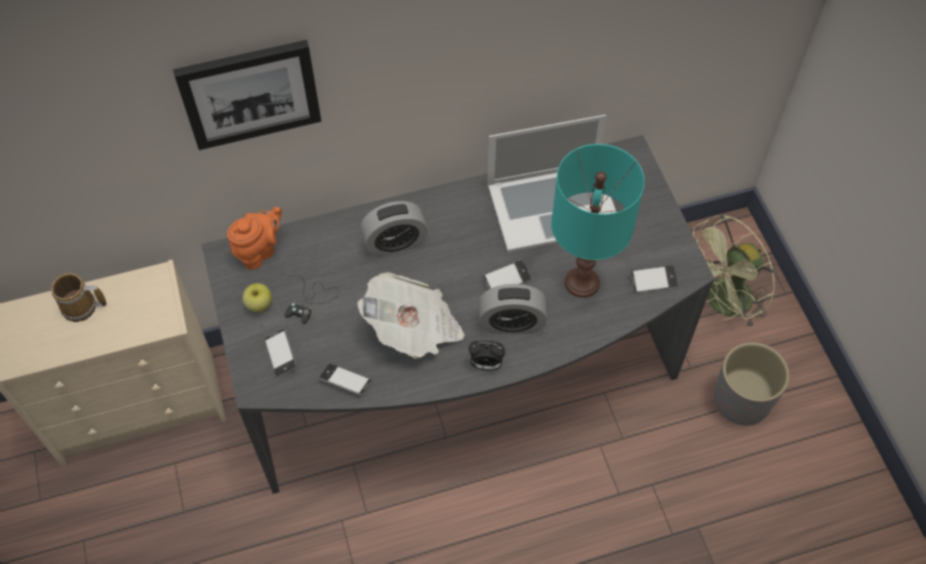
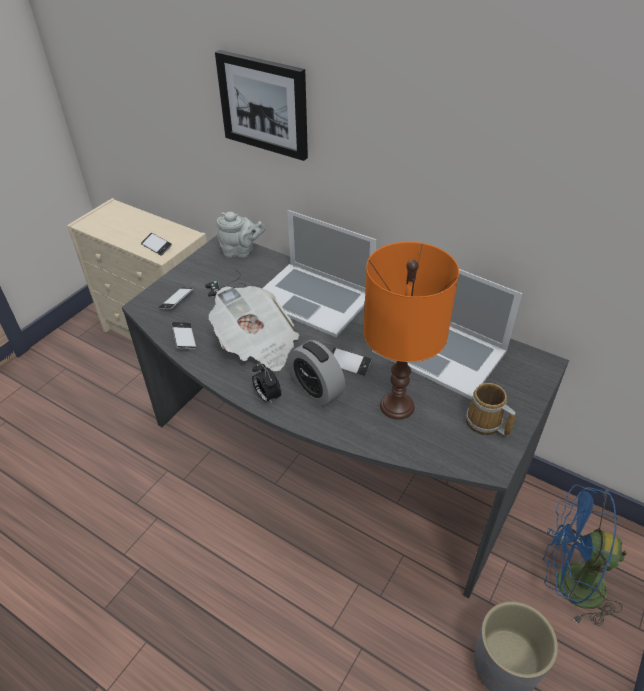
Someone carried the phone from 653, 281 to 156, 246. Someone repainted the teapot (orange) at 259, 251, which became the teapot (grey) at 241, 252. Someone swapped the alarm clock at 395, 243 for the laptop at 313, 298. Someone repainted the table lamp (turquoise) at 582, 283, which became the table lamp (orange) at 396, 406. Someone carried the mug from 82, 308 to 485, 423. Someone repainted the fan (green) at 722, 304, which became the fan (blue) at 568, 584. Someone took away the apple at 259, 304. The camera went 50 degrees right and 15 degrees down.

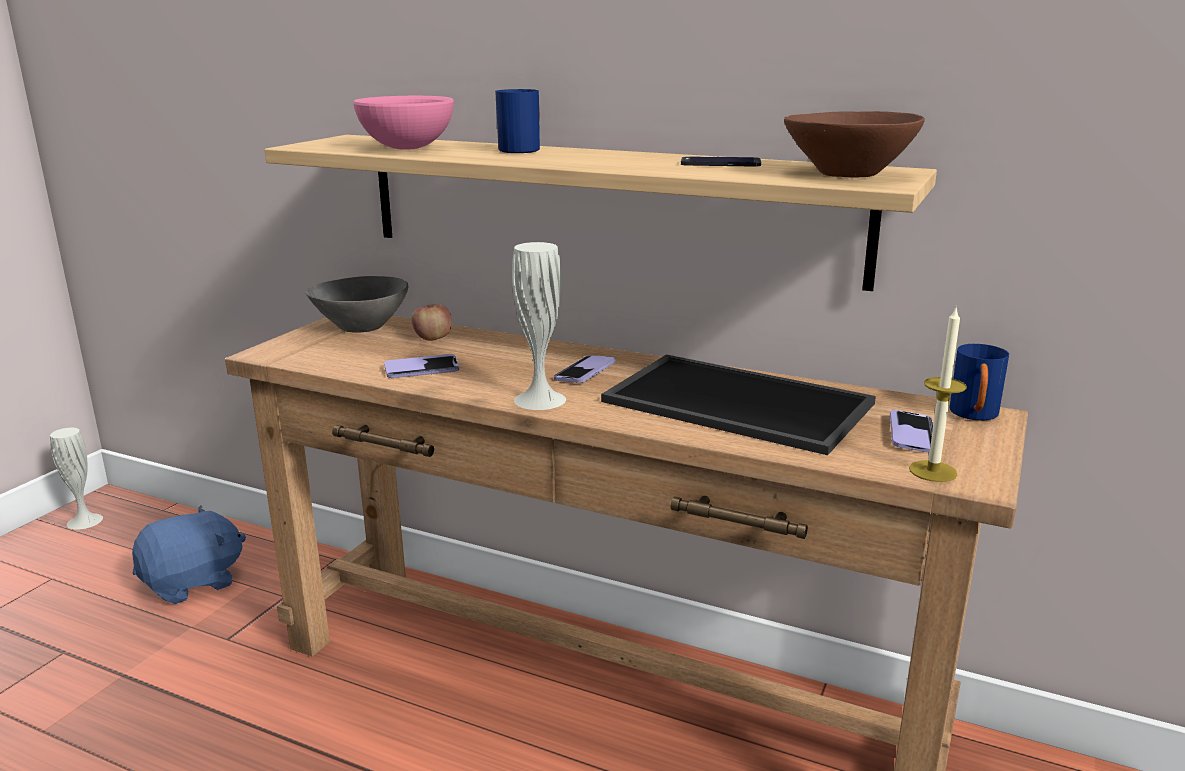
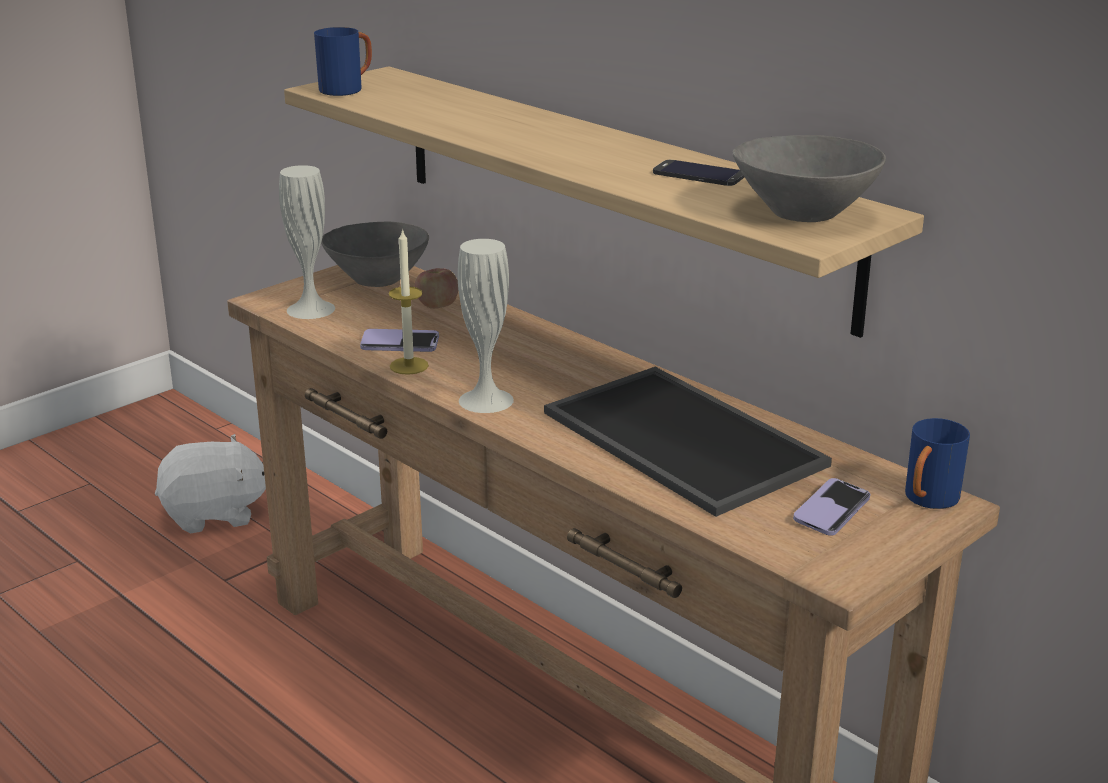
Someone repainted the plush toy (blue) at 193, 582, which became the plush toy (white) at 214, 514. Someone carried the vase (white) from 84, 521 to 311, 309. Someone carried the mug (blue) from 523, 149 to 347, 89. Someone carried the candle from 933, 471 to 409, 366. Someone repainted the bowl (brown) at 847, 174, which became the bowl (grey) at 803, 213. Someone took away the bowl (pink) at 407, 148. Someone took away the phone at 585, 371. The camera went 20 degrees right and 5 degrees up.

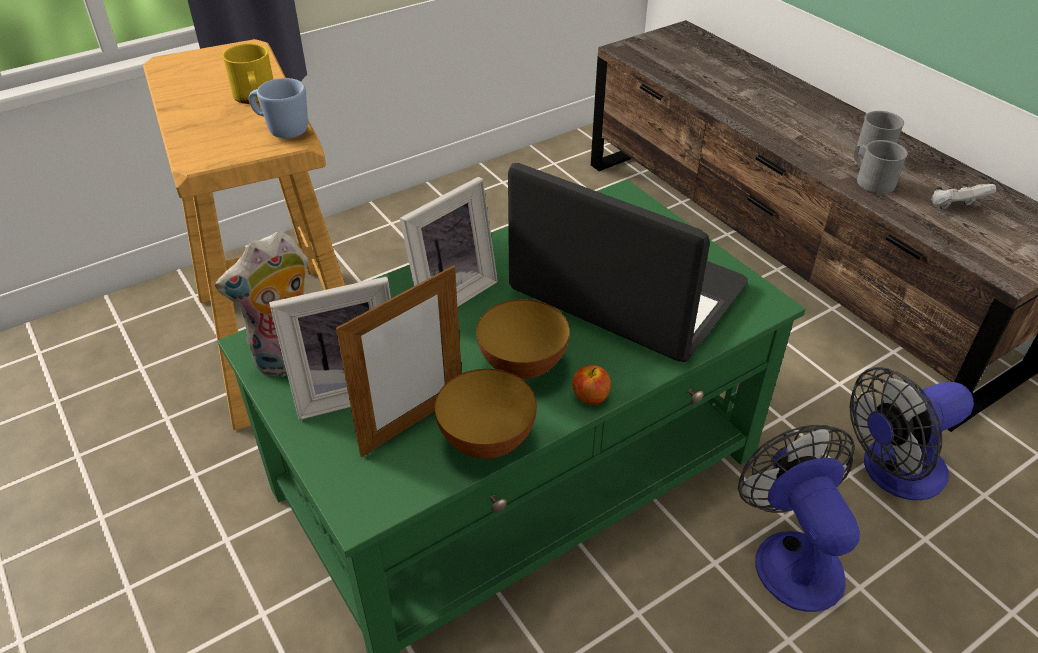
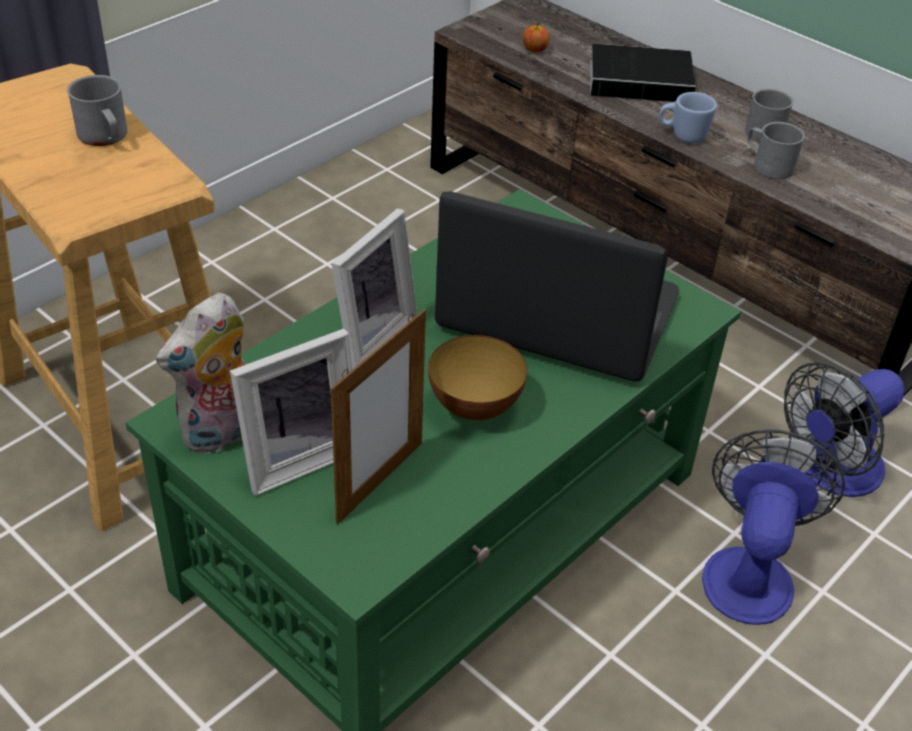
Someone repainted the mug (yellow) at 255, 97, which became the mug (grey) at 105, 137. Someone carried the apple from 590, 397 to 534, 49. Someone put down the book at 643, 81. Someone carried the mug (blue) from 282, 129 to 682, 136. Someone rotated the fan at 791, 555 by 45 degrees clockwise. Someone took away the bowl at 487, 442. Someone took away the game controller (white) at 955, 207. The camera went 15 degrees left and 0 degrees up.

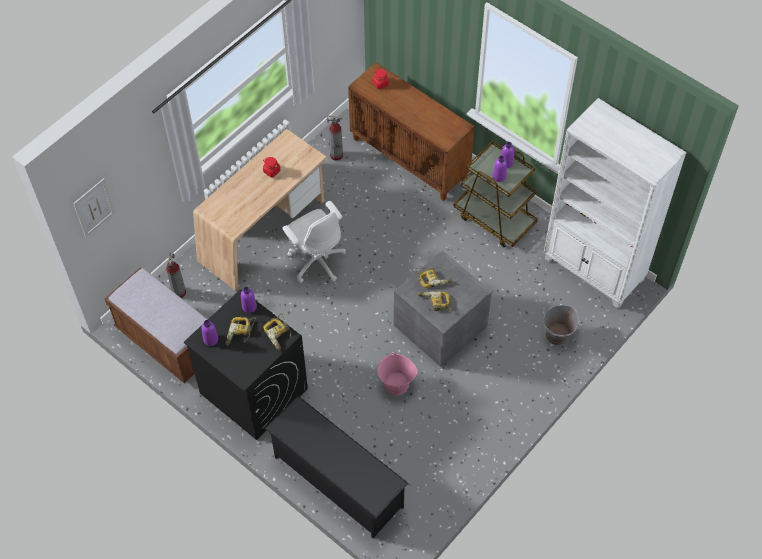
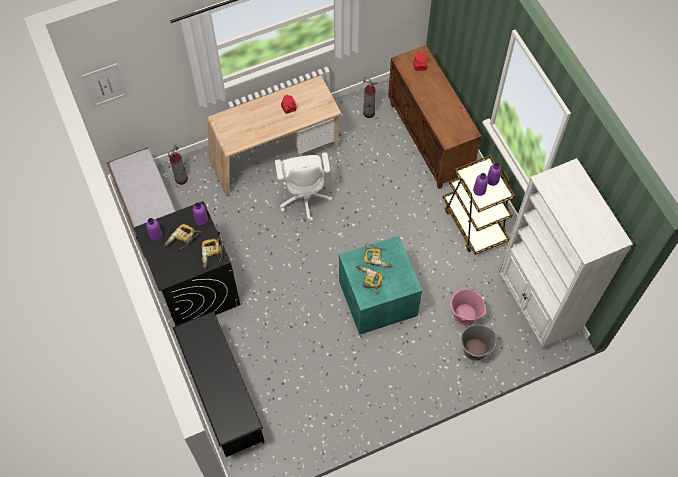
Someone repainted the storage box (grey) at 440, 327, which became the storage box (turquoise) at 377, 299. Someone carried the bucket (pink) from 396, 384 to 464, 315. The camera went 25 degrees right and 5 degrees up.

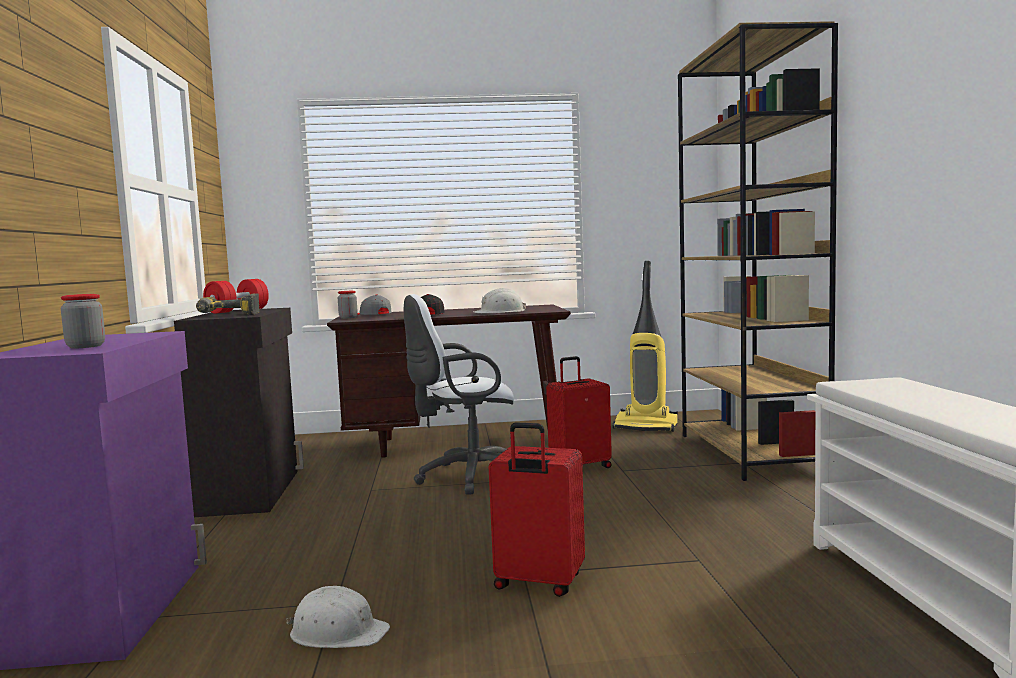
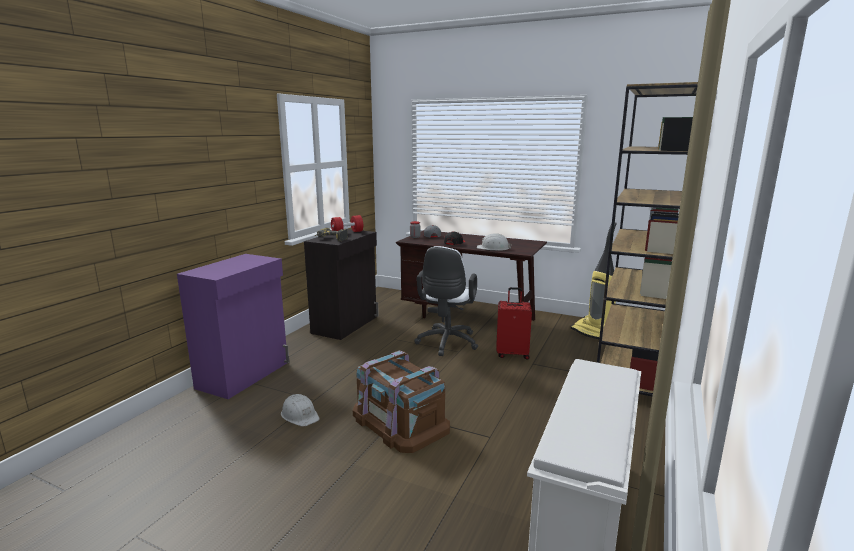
Someone swapped the suitcase (red) at 538, 583 for the storage box (brown) at 399, 421. Someone rotated the office chair (white) at 467, 477 by 90 degrees counterclockwise. Someone took away the jar at 85, 346. The camera went 30 degrees right and 10 degrees up.

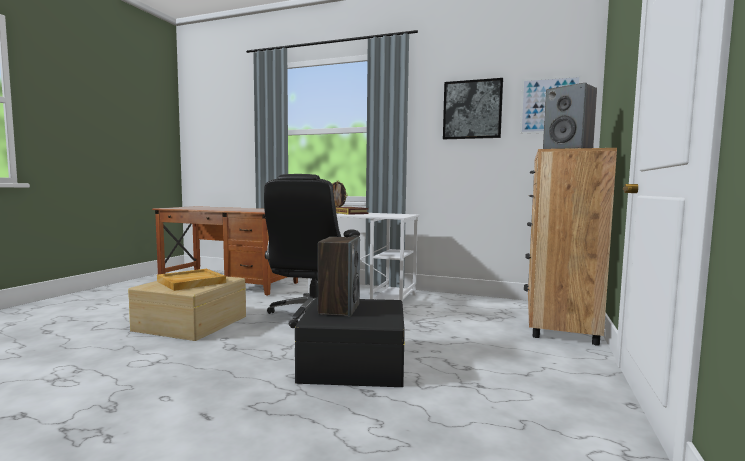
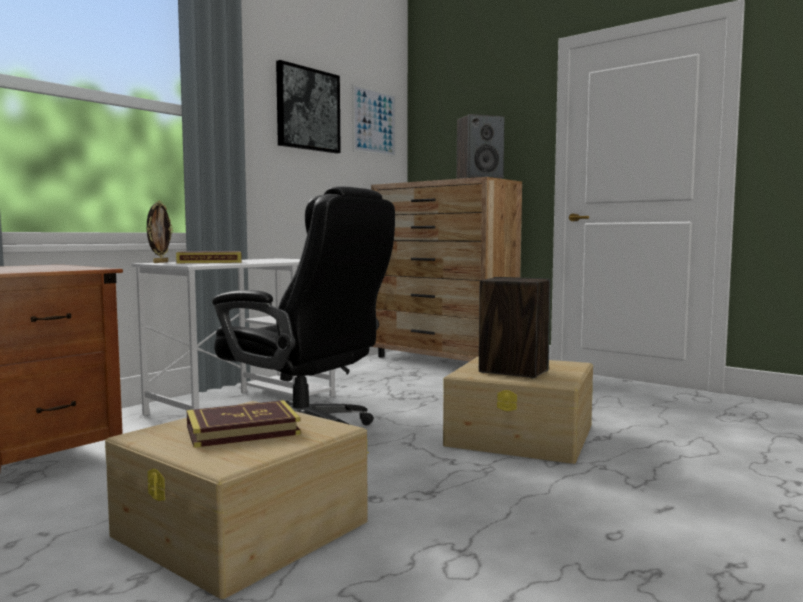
Someone swapped the tray (beige) at 191, 282 for the book at 242, 430. Someone repainted the storage box (black) at 353, 363, which became the storage box (beige) at 521, 435. The camera went 70 degrees left and 0 degrees up.

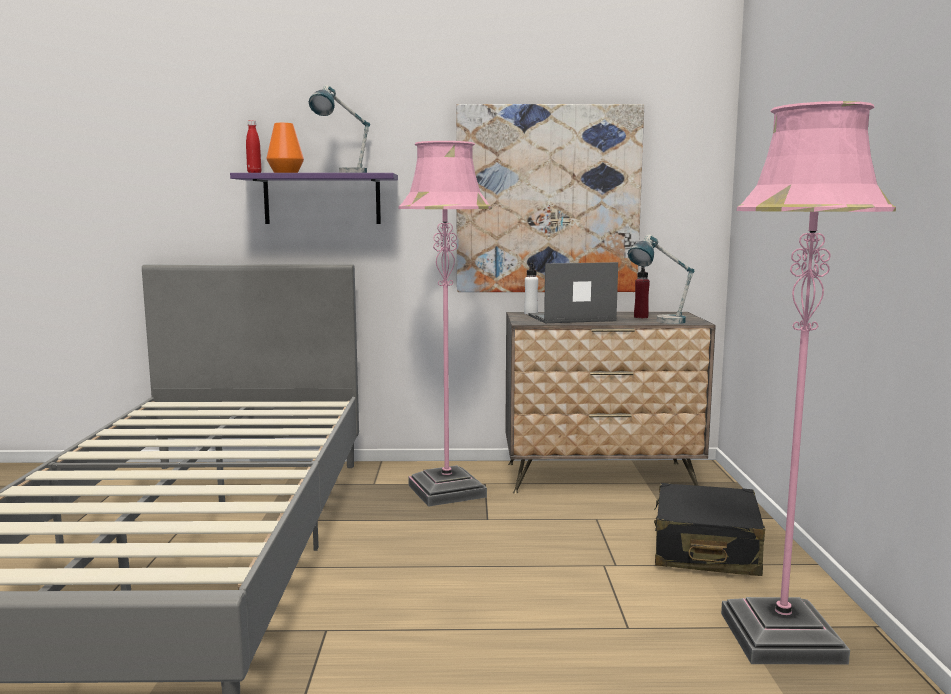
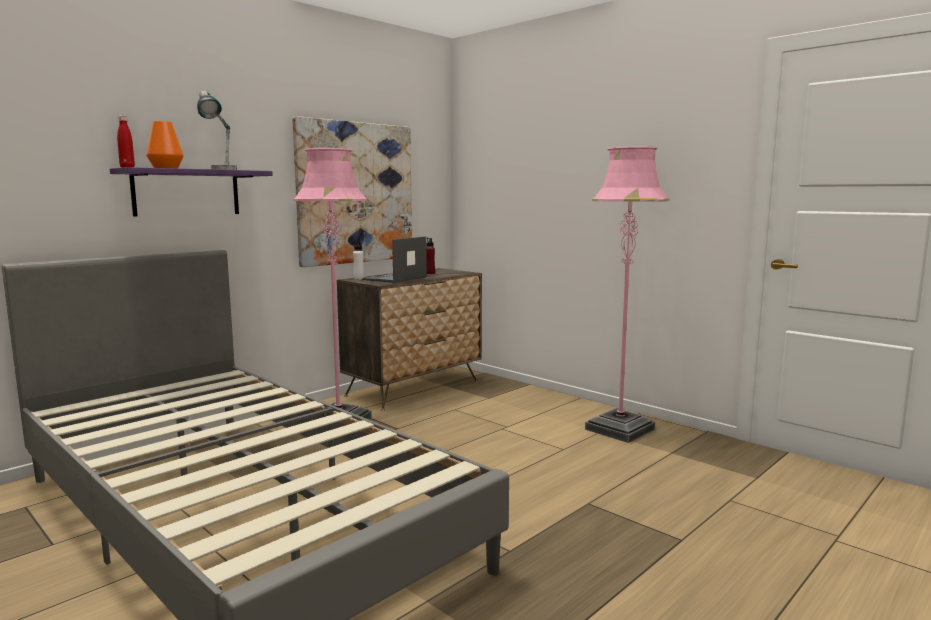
Someone took away the table lamp at 659, 322. Someone took away the suitcase (black) at 705, 549. The camera went 45 degrees left and 0 degrees up.

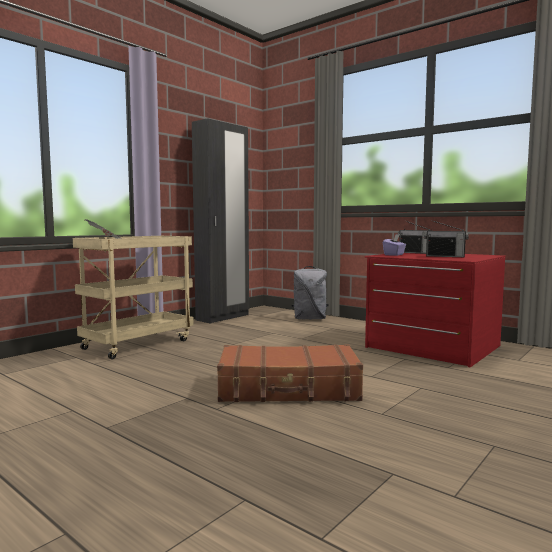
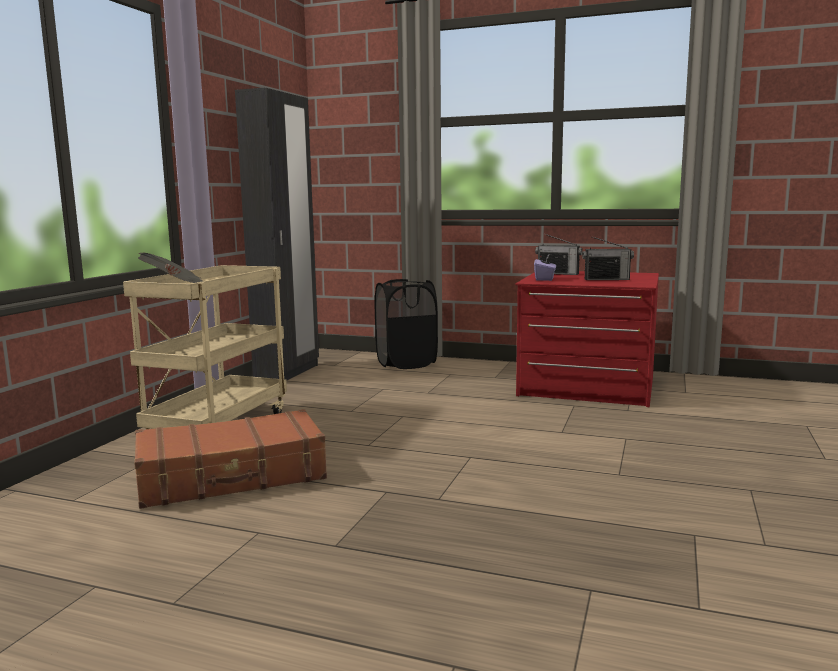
Someone carried the suitcase (brown) from 289, 389 to 232, 477. Someone swapped the backpack (grey) at 310, 319 for the laundry basket (black) at 406, 363. The camera went 20 degrees left and 5 degrees up.

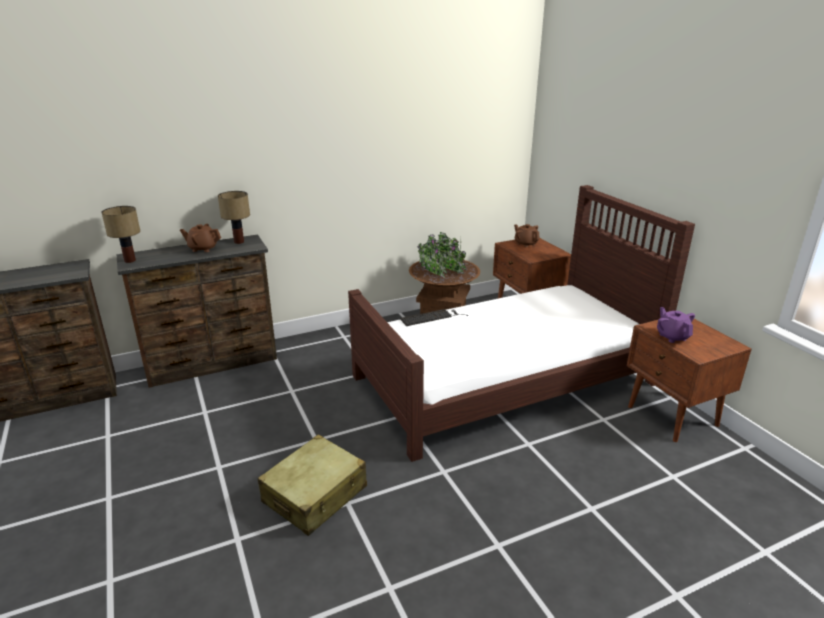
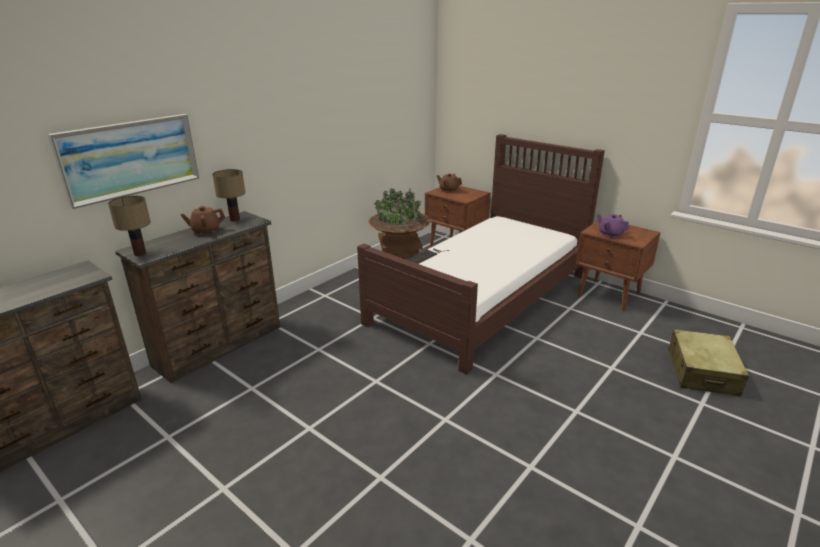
Someone put up the picture at 130, 158. Someone carried the suitcase (beige) from 315, 495 to 702, 372. The camera went 25 degrees left and 0 degrees up.

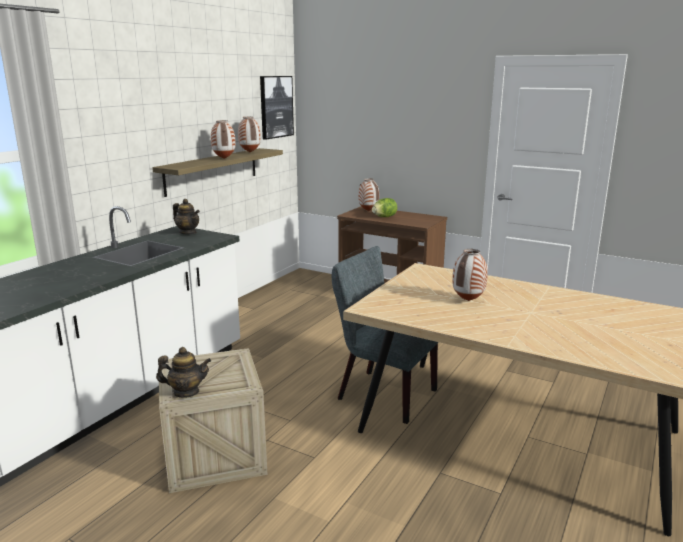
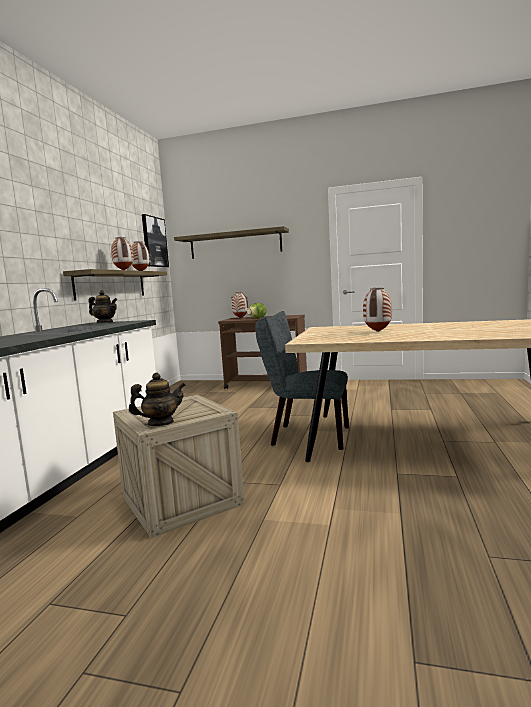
Someone put up the shelf at 235, 244. The camera went 15 degrees left and 10 degrees down.

